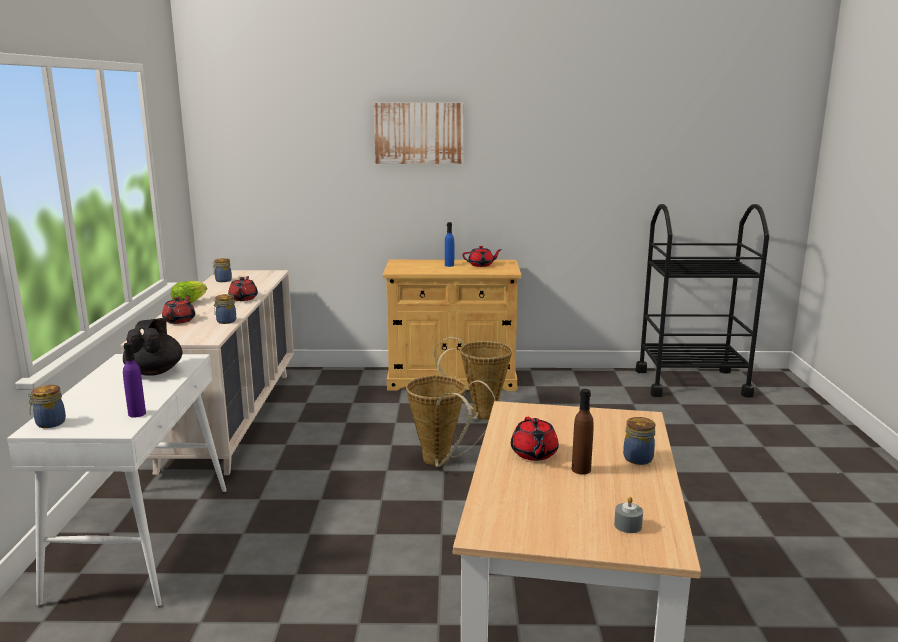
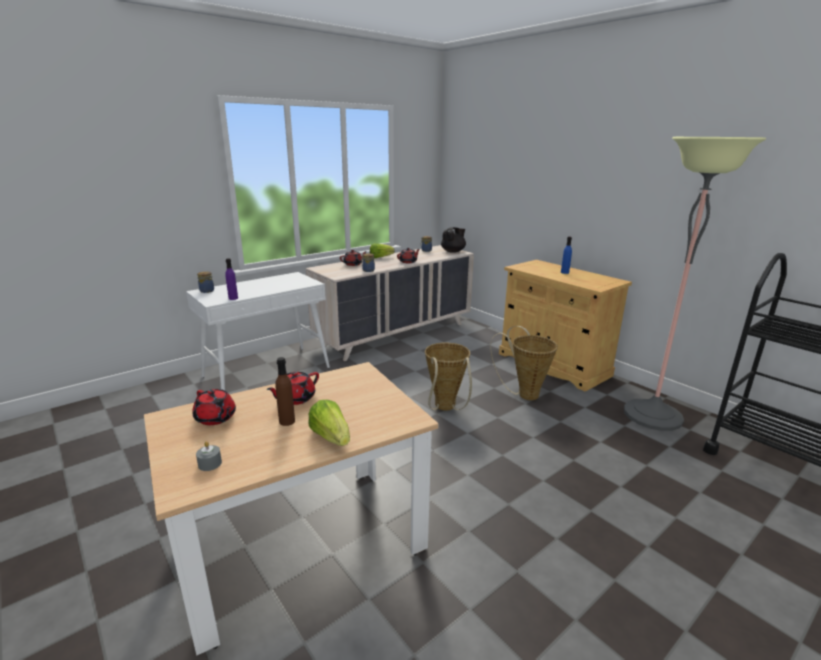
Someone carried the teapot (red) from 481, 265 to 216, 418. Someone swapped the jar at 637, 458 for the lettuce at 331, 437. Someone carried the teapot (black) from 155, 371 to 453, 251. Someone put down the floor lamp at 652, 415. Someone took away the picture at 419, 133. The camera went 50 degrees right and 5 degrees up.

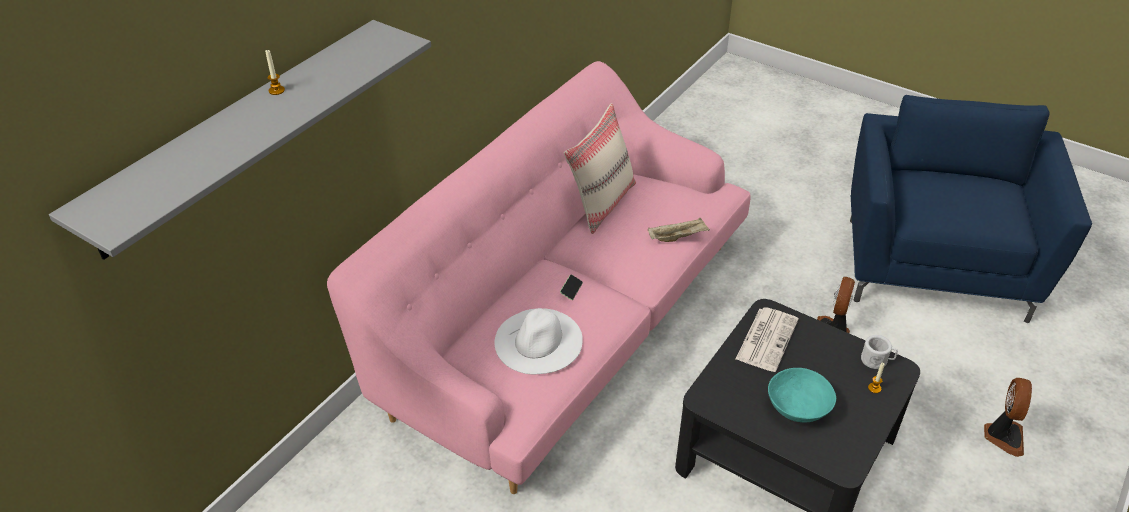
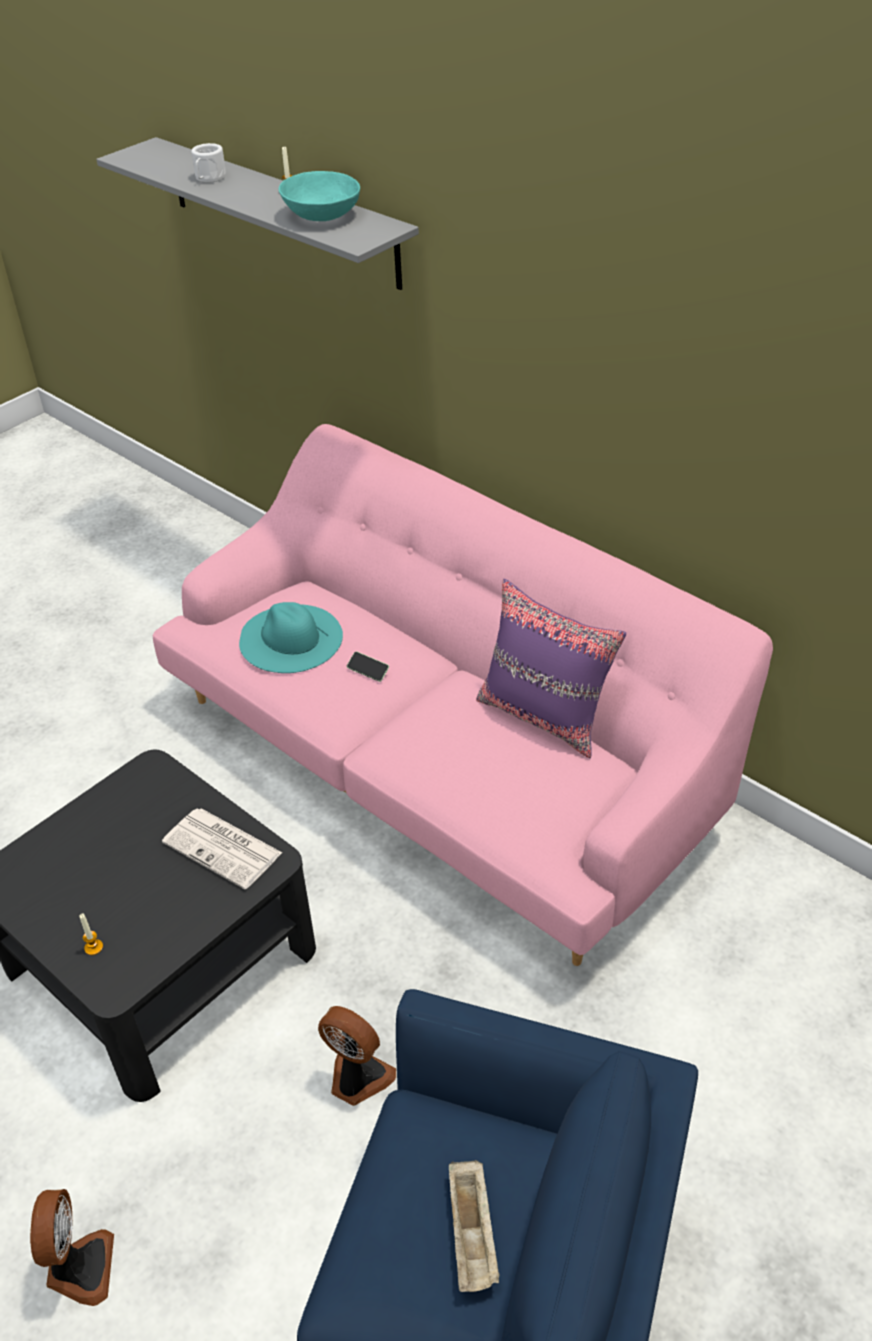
Someone rotated the fan at 1003, 436 by 120 degrees counterclockwise. Someone carried the mug (white) from 877, 360 to 209, 178. Someone repainted the hat (white) at 538, 341, which became the hat (turquoise) at 290, 638. Someone carried the bowl (turquoise) from 798, 408 to 321, 215. Someone carried the tray (beige) from 678, 237 to 473, 1235. Someone repainted the pillow (beige) at 601, 203, which became the pillow (purple) at 545, 716. The camera went 100 degrees right and 0 degrees up.

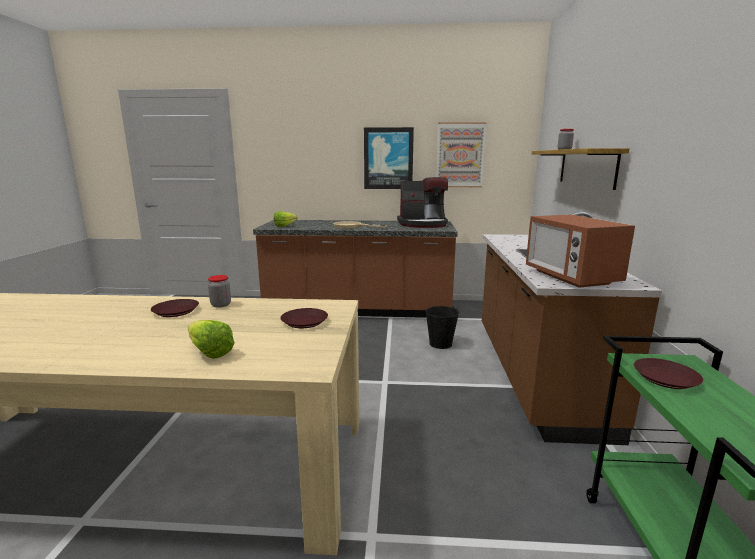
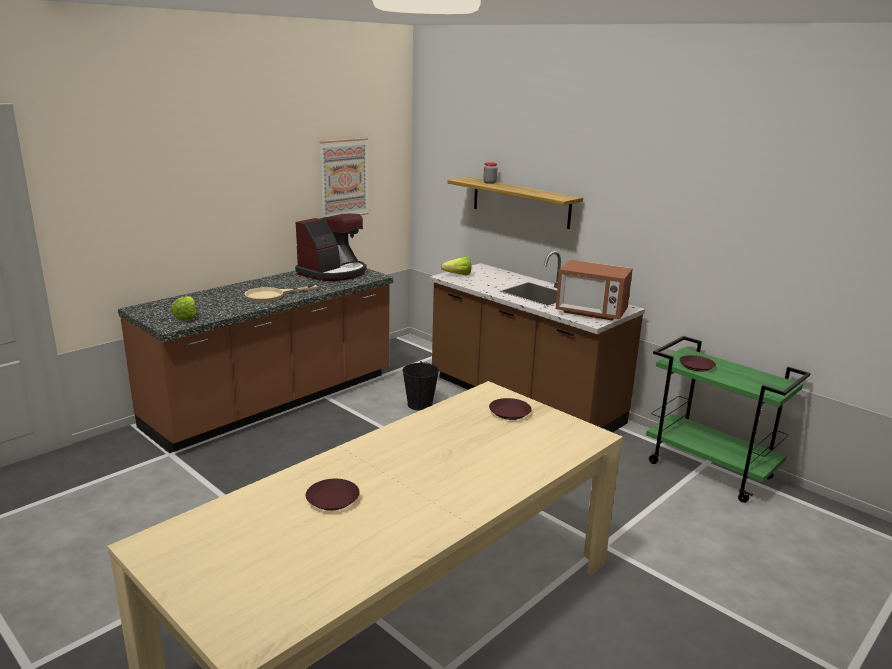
Someone carried the plate (brown) from 176, 311 to 333, 499. Someone carried the lettuce from 208, 351 to 455, 275. Someone took away the jar at 221, 305. Someone took away the picture at 388, 158. The camera went 50 degrees left and 5 degrees up.

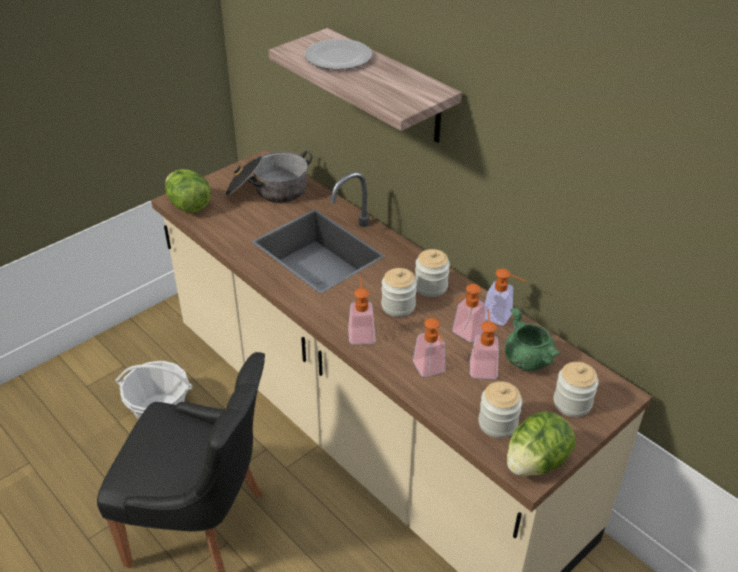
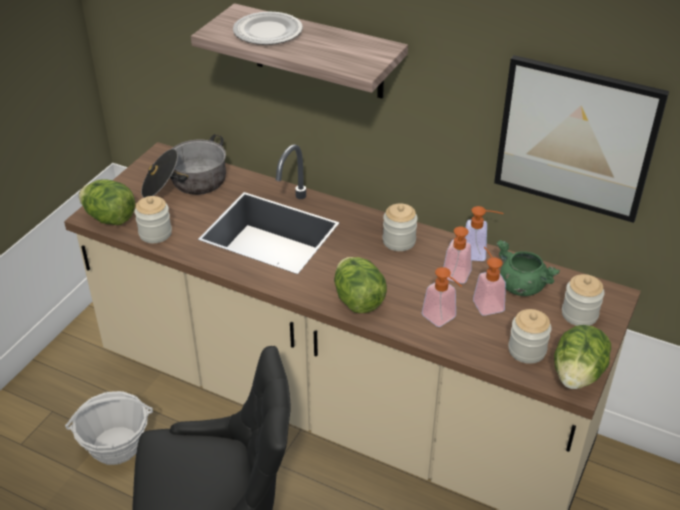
Someone carried the jar from 398, 306 to 155, 233. Someone swapped the soap dispenser at 361, 332 for the lettuce at 358, 300. Someone put up the picture at 576, 138. The camera went 20 degrees left and 0 degrees up.

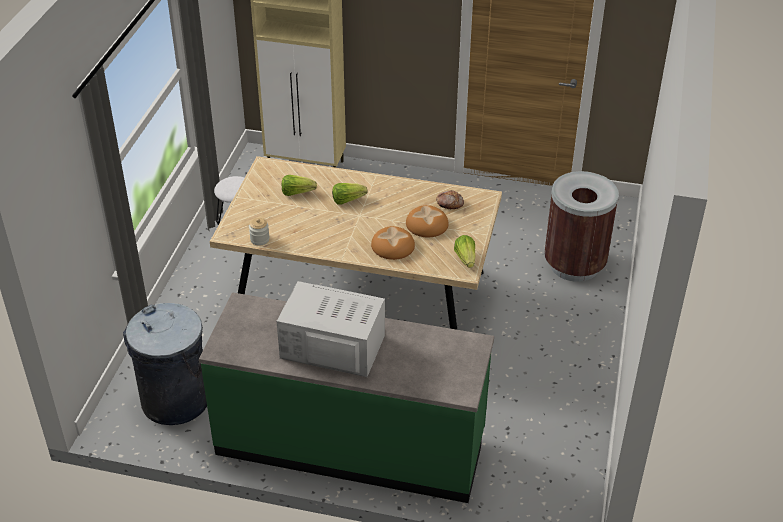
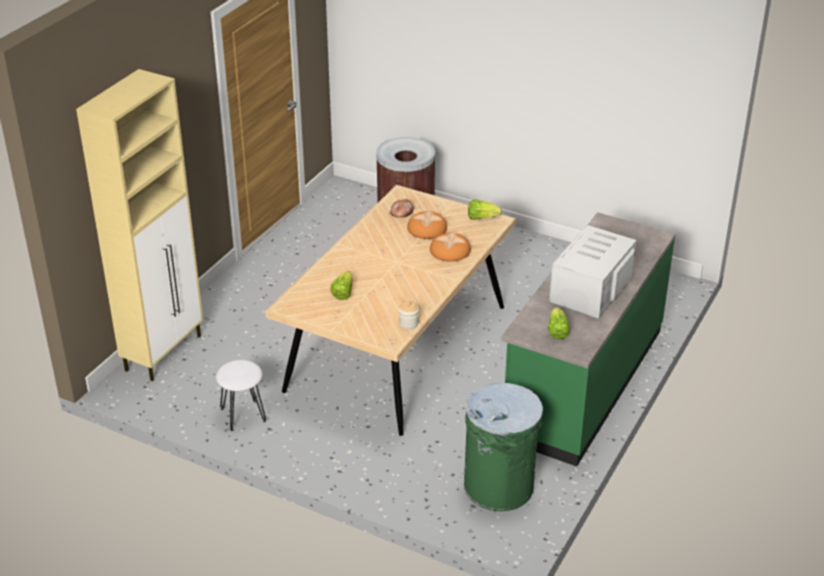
Someone repainted the trash can (grey) at 175, 401, which became the trash can (green) at 499, 487. Someone carried the lettuce from 347, 200 to 557, 331. The camera went 75 degrees left and 5 degrees down.

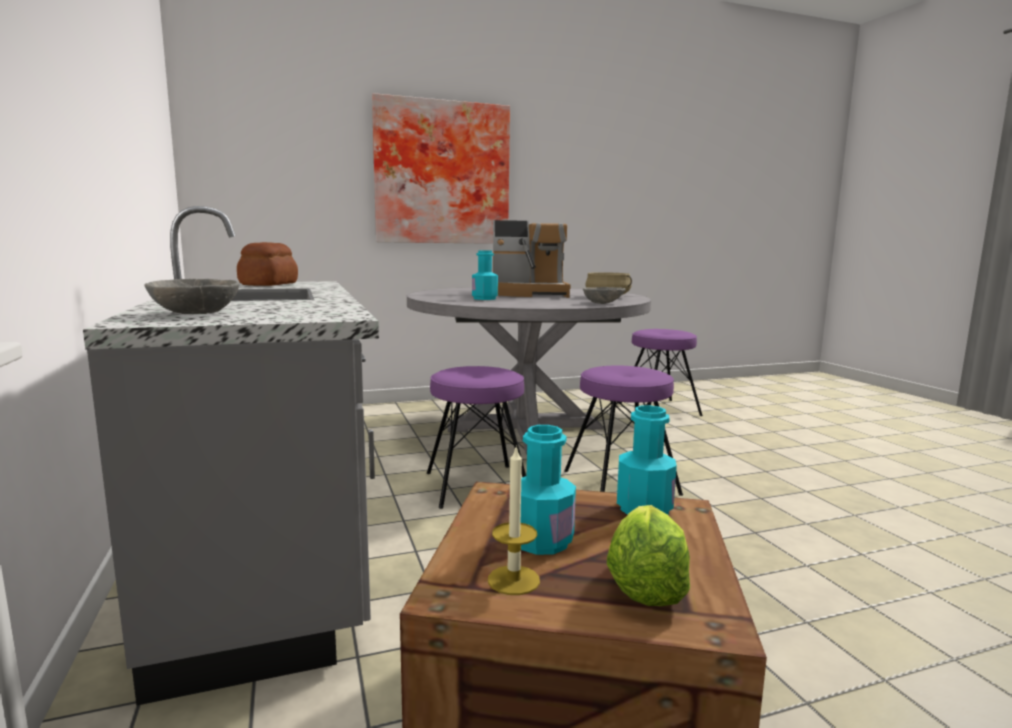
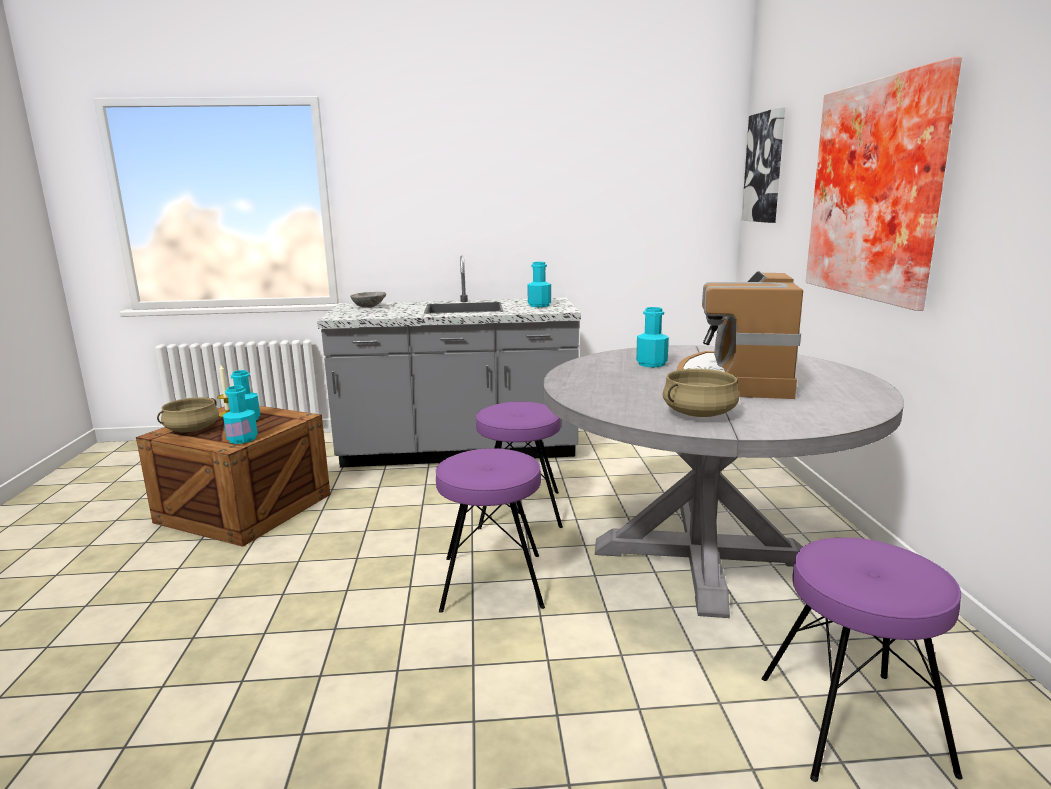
Someone swapped the lettuce at 645, 585 for the cooking pot (beige) at 192, 429. Someone swapped the bread at 270, 284 for the bottle (turquoise) at 539, 305. Someone put up the picture at 765, 167. Someone took away the bowl (grey) at 604, 303. The camera went 105 degrees right and 5 degrees up.

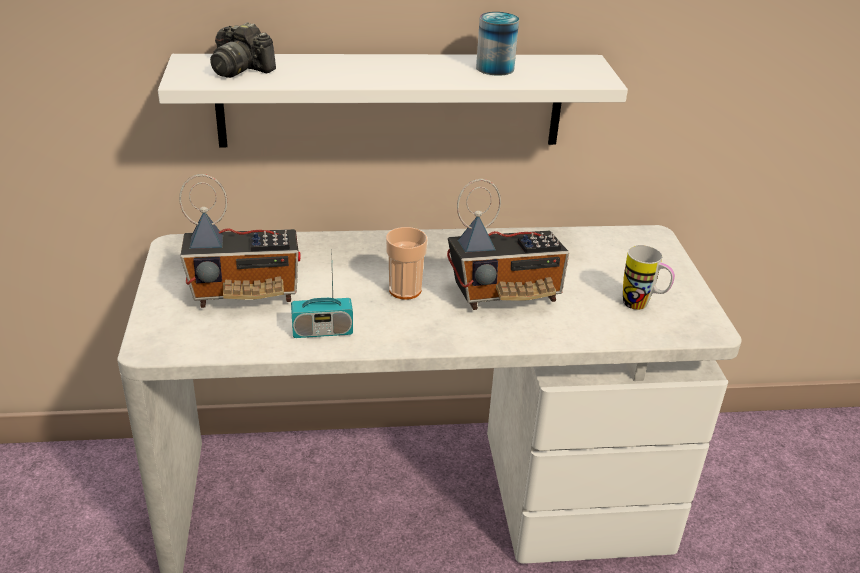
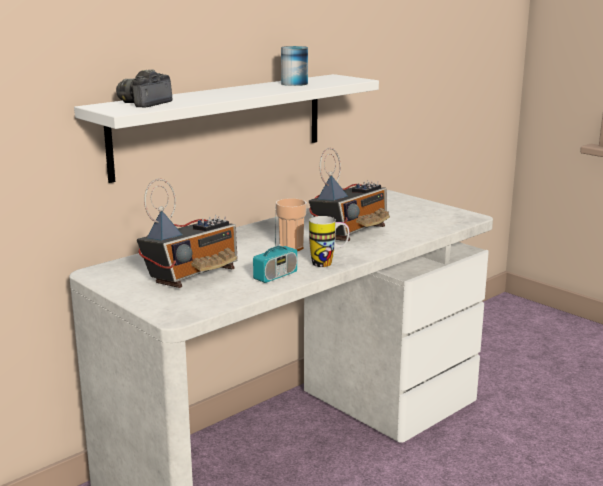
Someone rotated the photo camera at 240, 69 by 120 degrees clockwise. Someone carried the mug from 642, 306 to 328, 264. The camera went 35 degrees left and 15 degrees down.

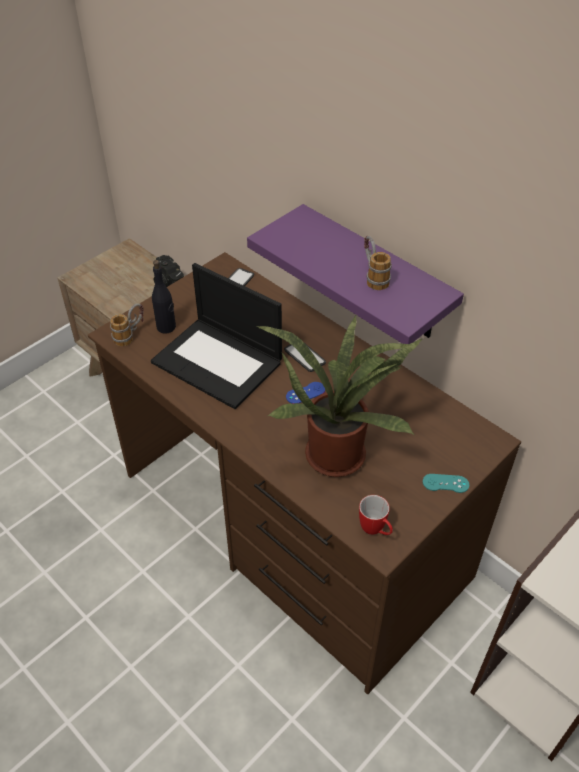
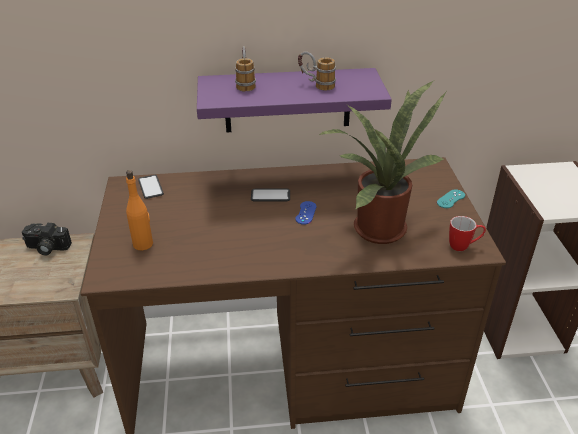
Someone repainted the bottle (black) at 166, 327, which became the bottle (orange) at 143, 244. Someone carried the mug from 130, 335 to 245, 83. Someone took away the laptop at 219, 362. The camera went 50 degrees left and 10 degrees down.

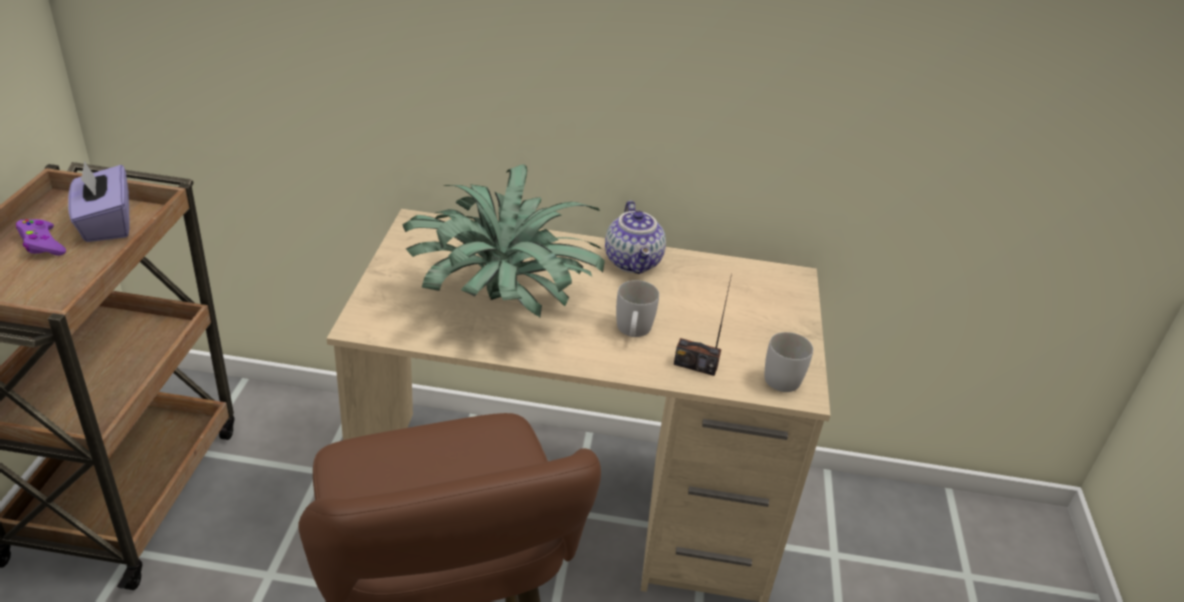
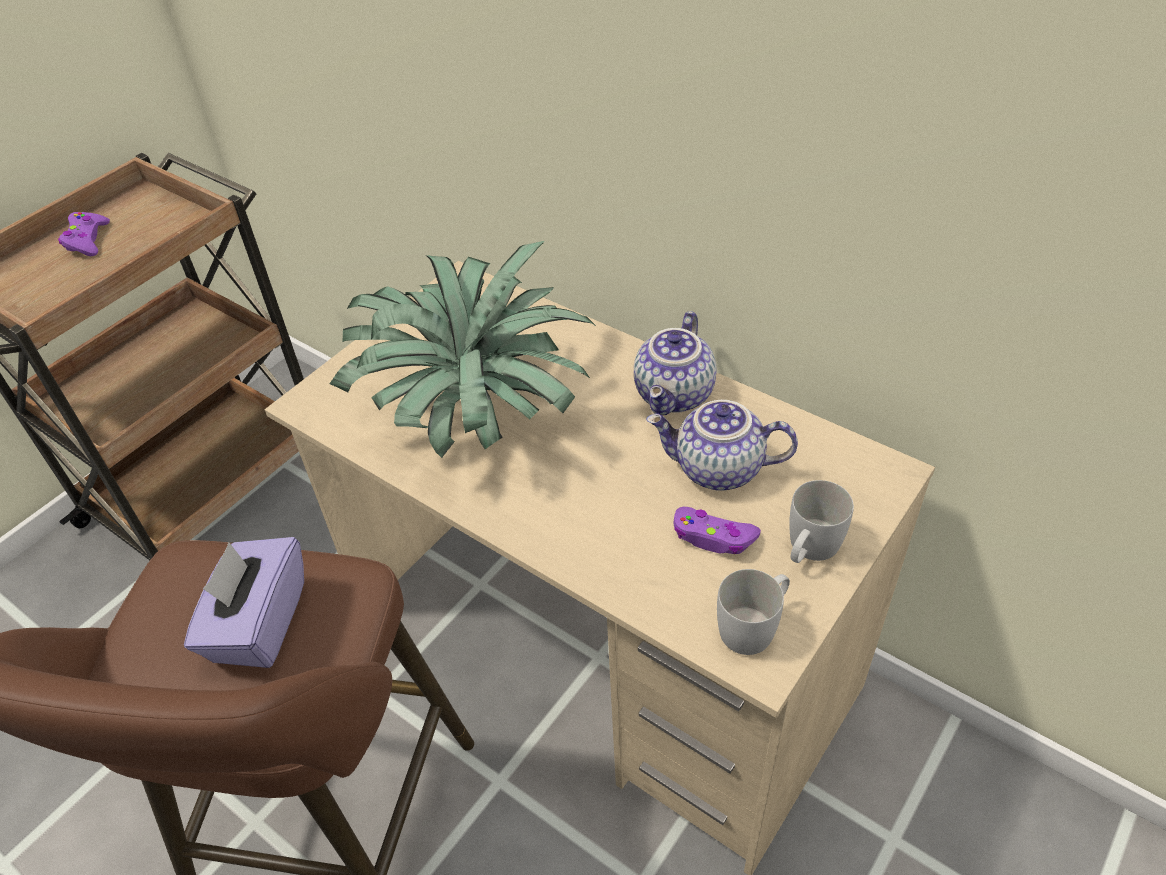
Someone carried the tissue box (purple) from 105, 224 to 258, 623. Someone put down the teapot at 718, 470. Someone put down the game controller (purple) at 713, 537. Someone carried the mug (white) from 633, 332 to 809, 549. Someone took away the radio at 695, 365. The camera went 35 degrees right and 10 degrees up.

